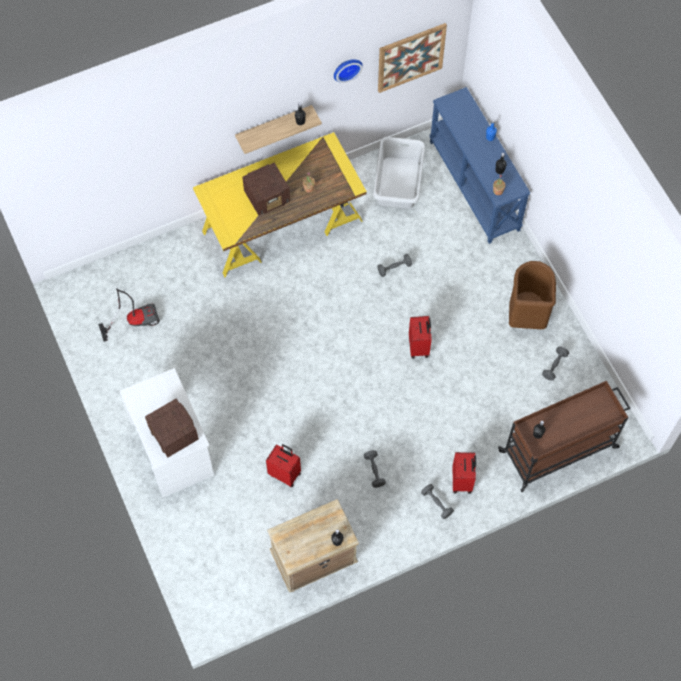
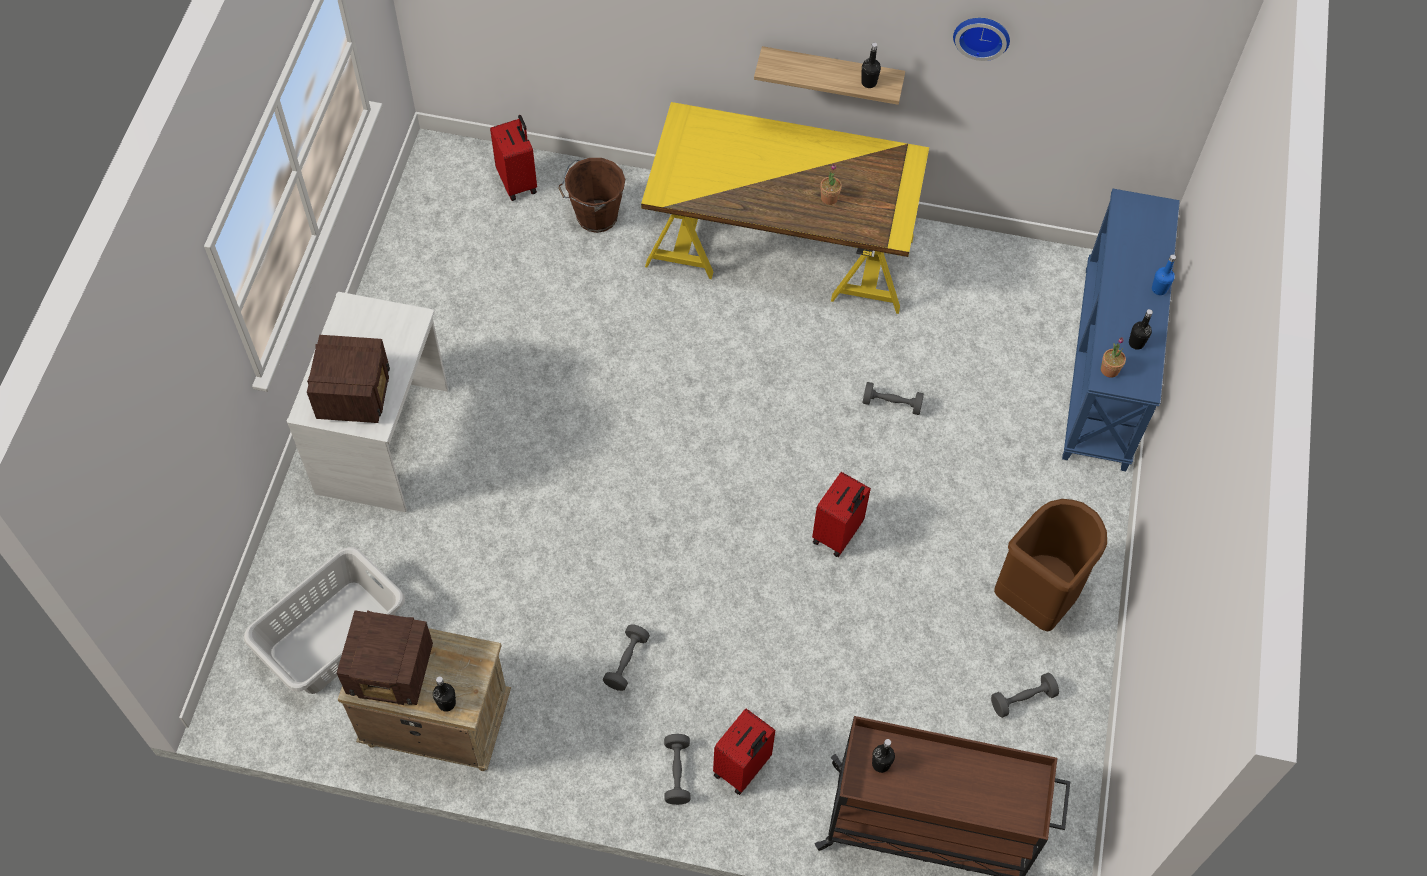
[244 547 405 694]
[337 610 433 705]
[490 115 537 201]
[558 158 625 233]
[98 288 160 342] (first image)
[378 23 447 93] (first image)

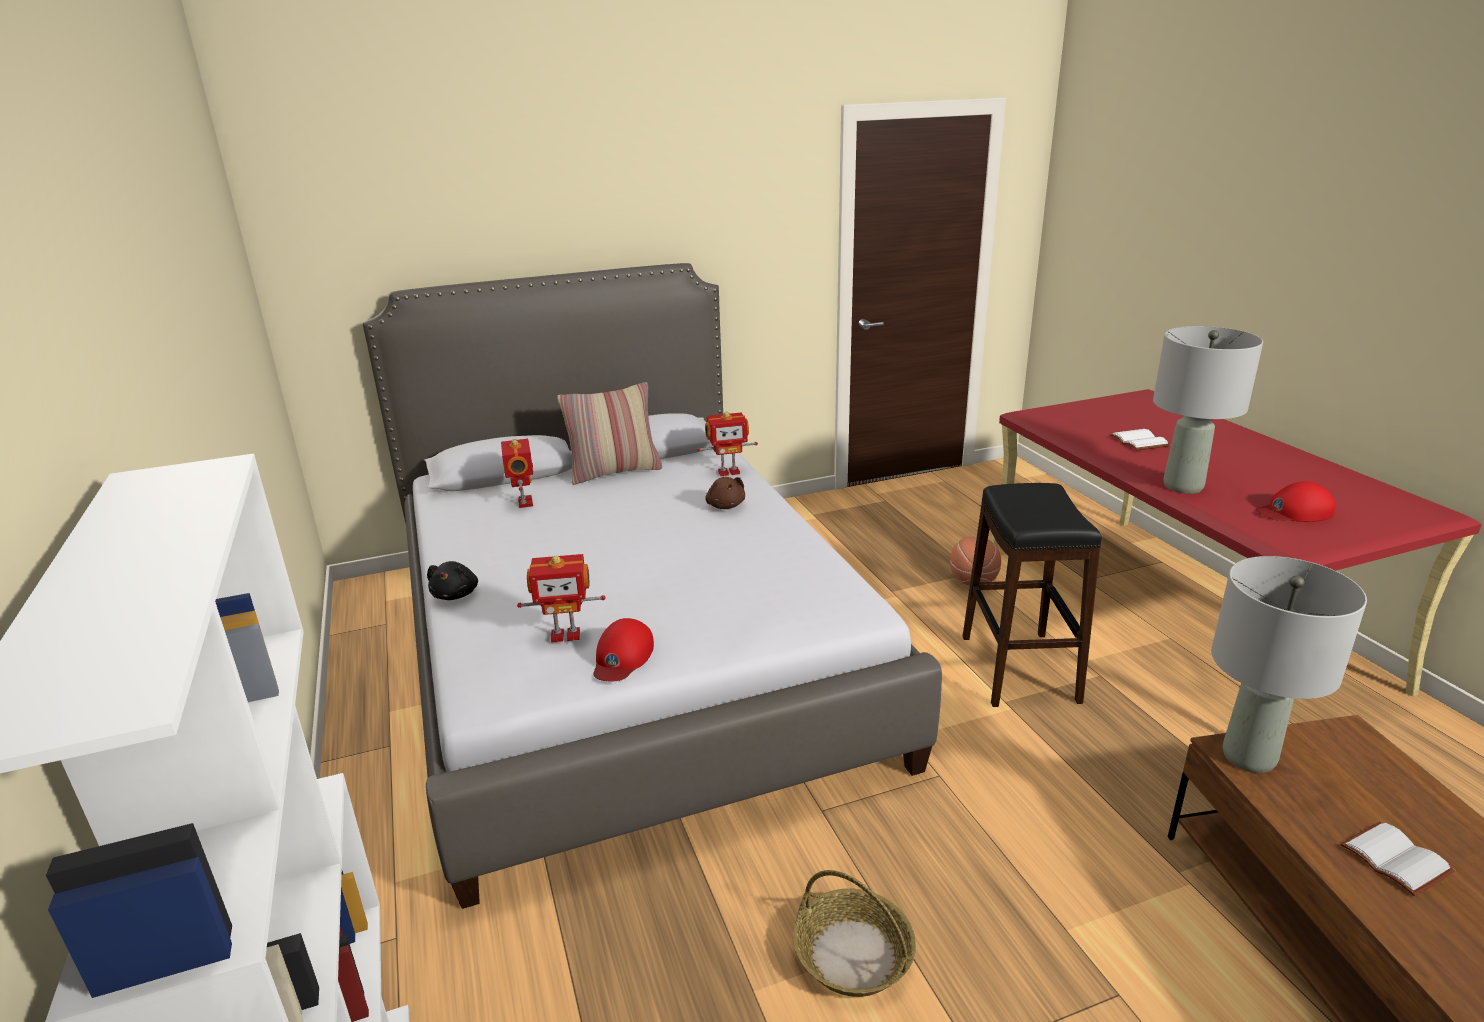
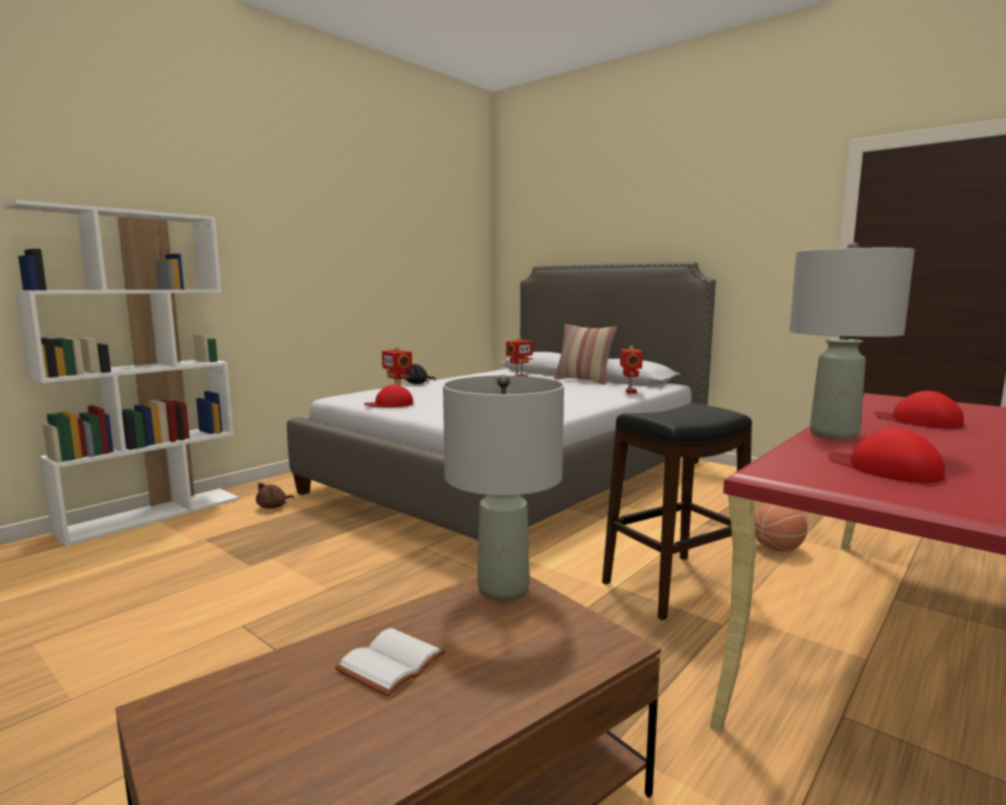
[256 483 294 509]
[620 346 643 393]
[874 391 964 428]
[793 870 916 997] (first image)

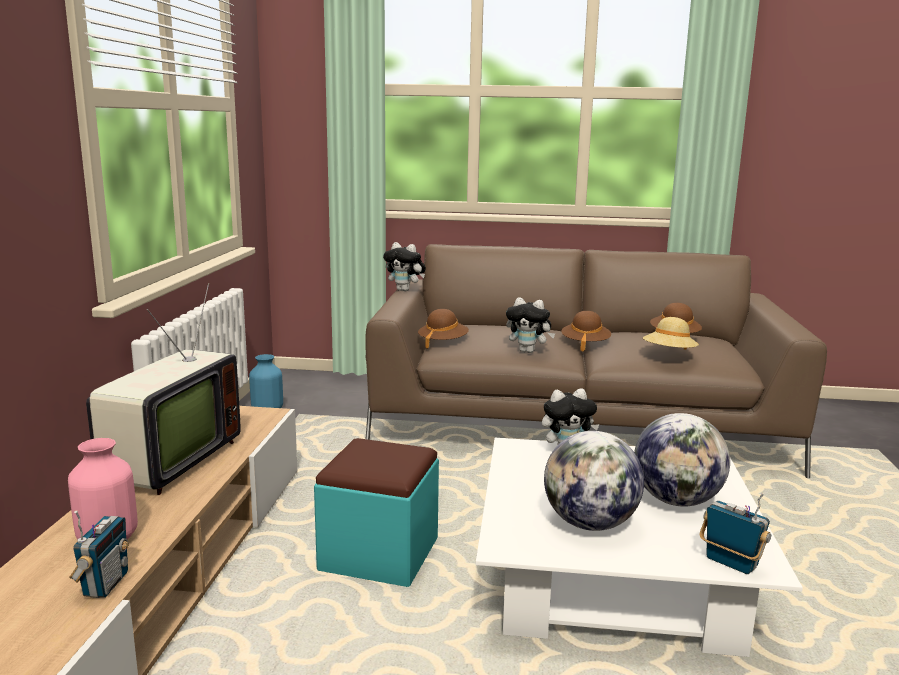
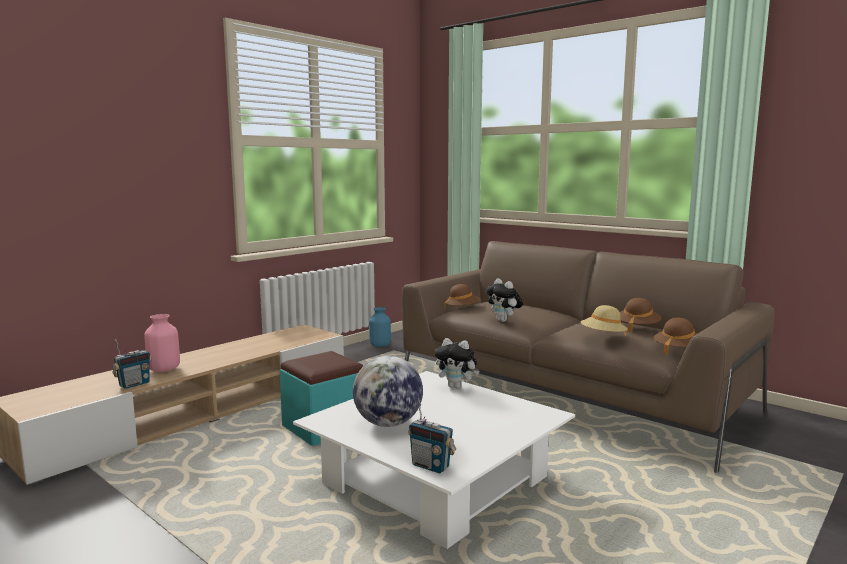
[408 398 456 473]
[653 318 697 355]
[86 283 241 495] (first image)
[383 242 426 291] (first image)
[634 413 730 507] (first image)

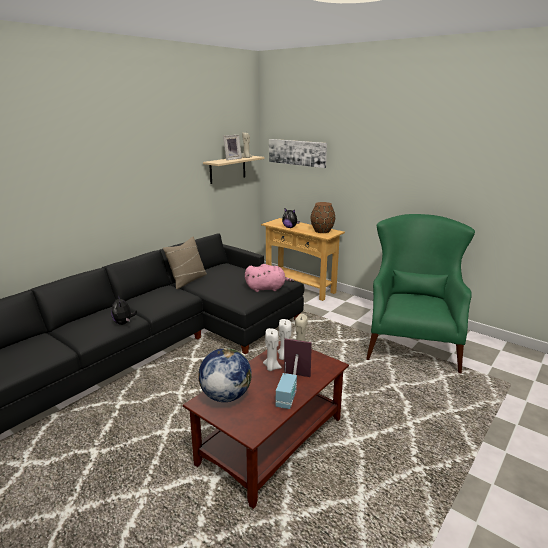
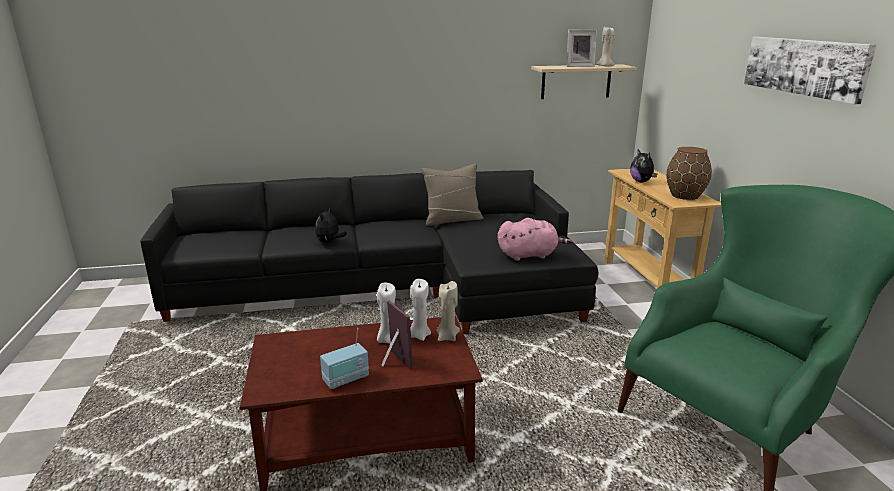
[498 218 572 261]
[744 37 876 104]
[198 348 252 402] (first image)

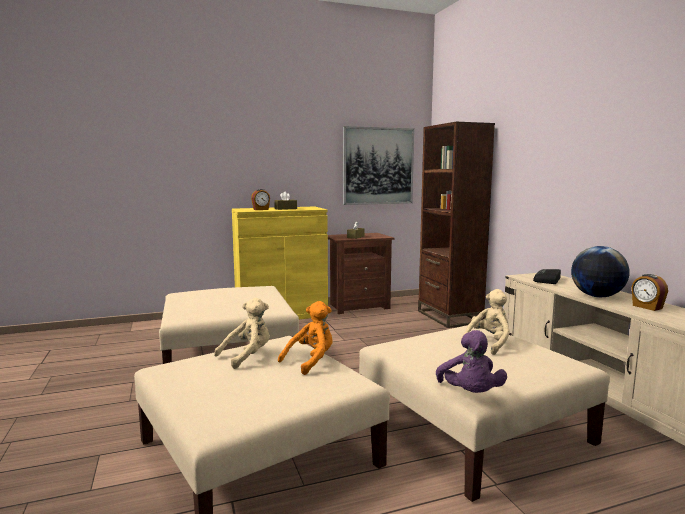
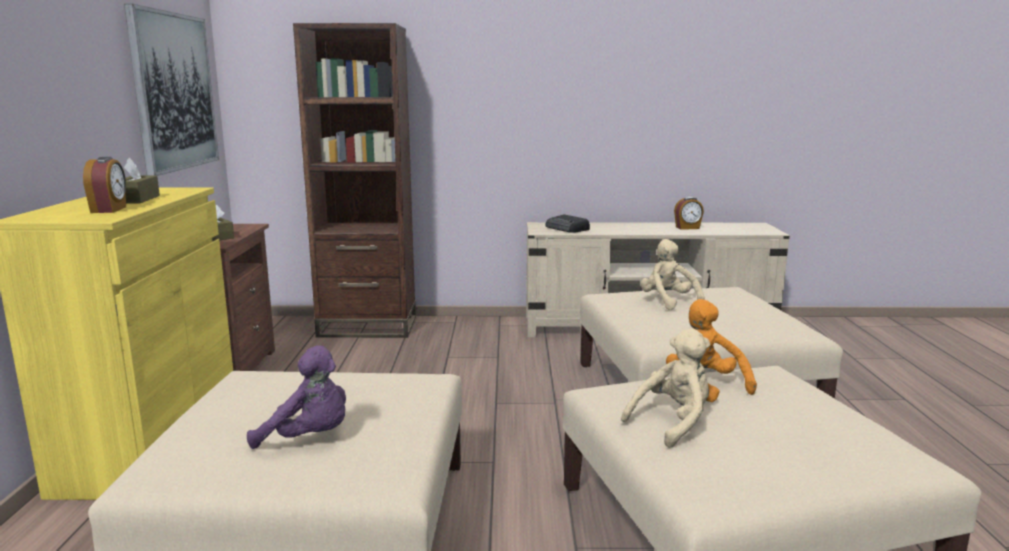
[247 345 346 449]
[621 328 710 448]
[571 246 630 297] (first image)

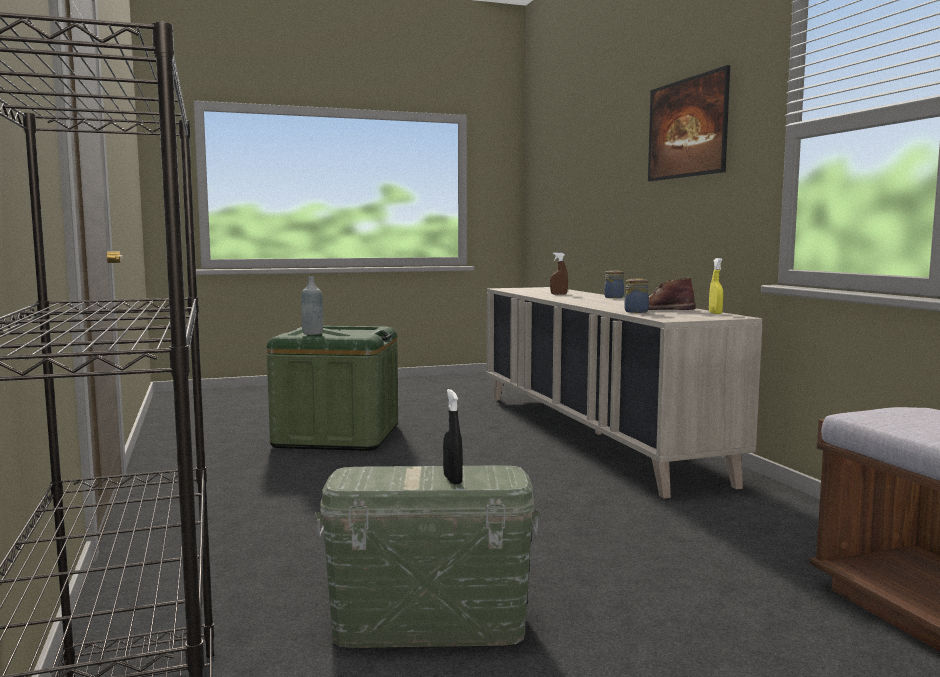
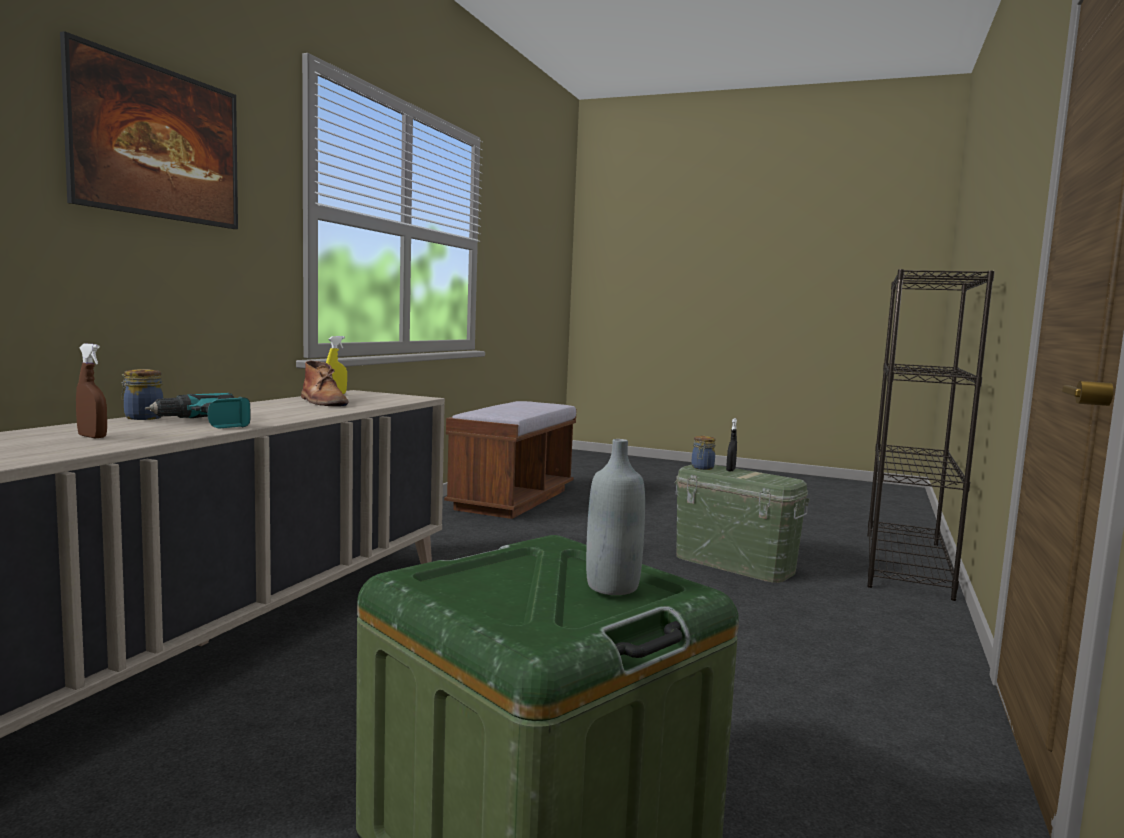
[145 393 250 429]
[691 436 716 470]

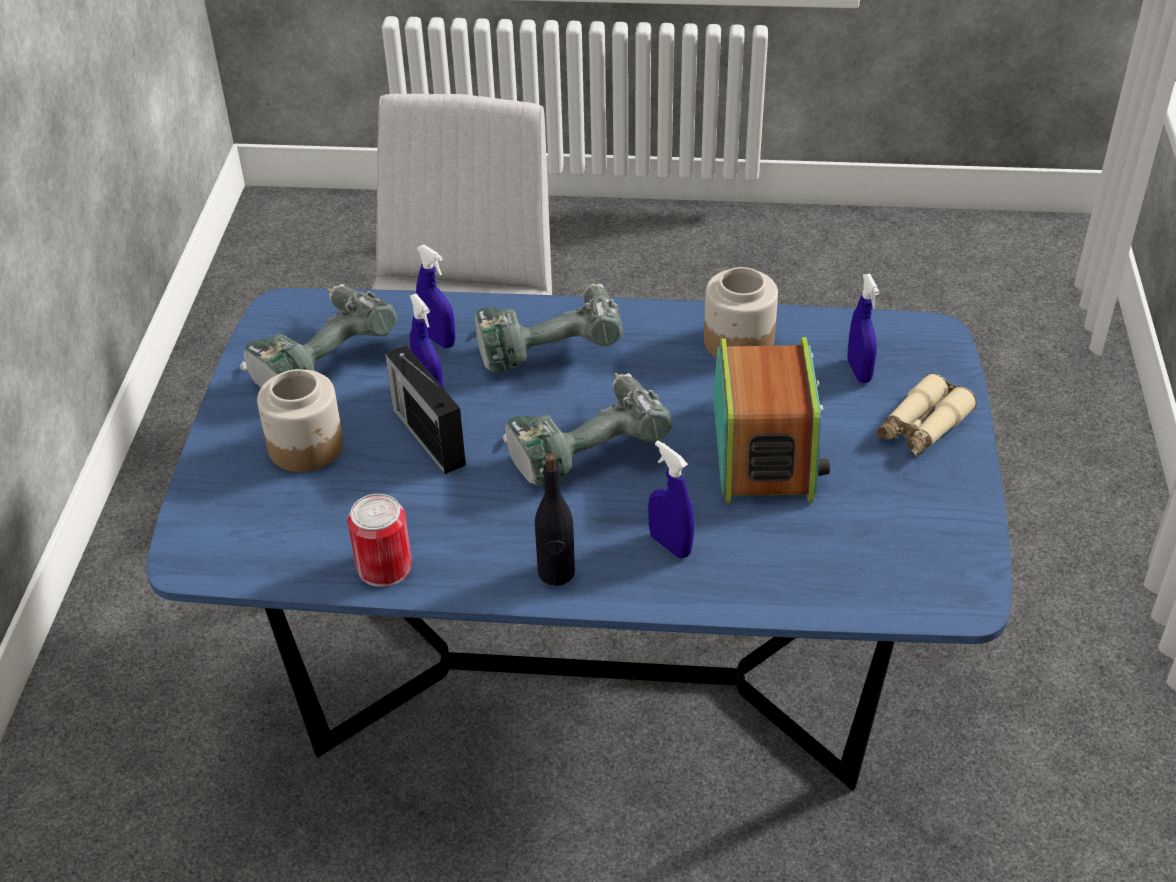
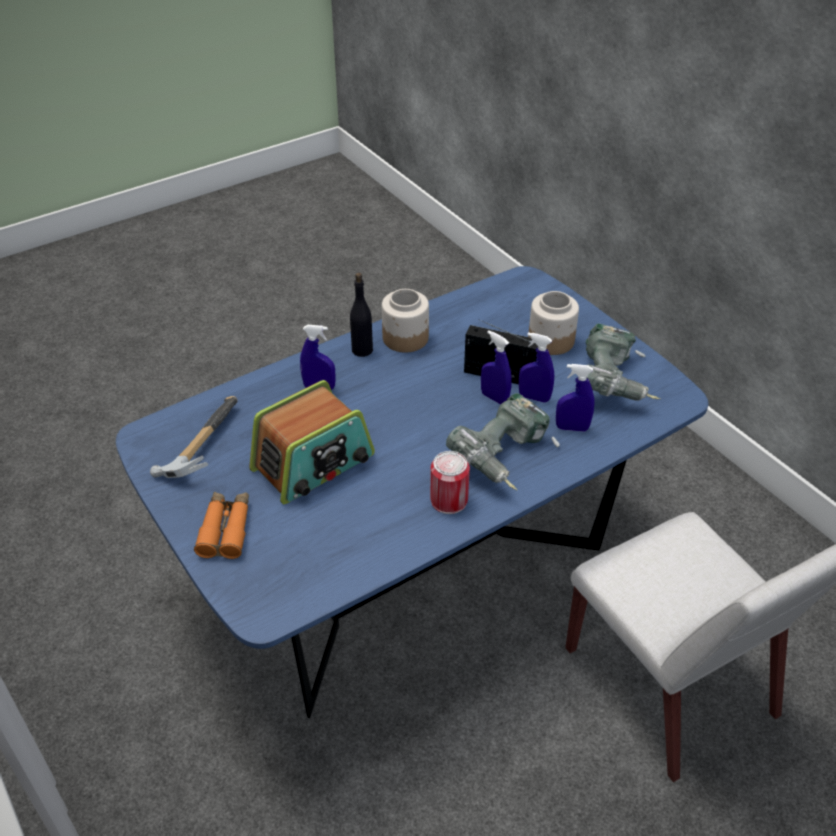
[150 396 237 478]
[194 492 249 559]
[249 380 375 504]
[382 289 429 352]
[430 451 470 514]
[481 330 512 404]
[503 372 672 486] (first image)

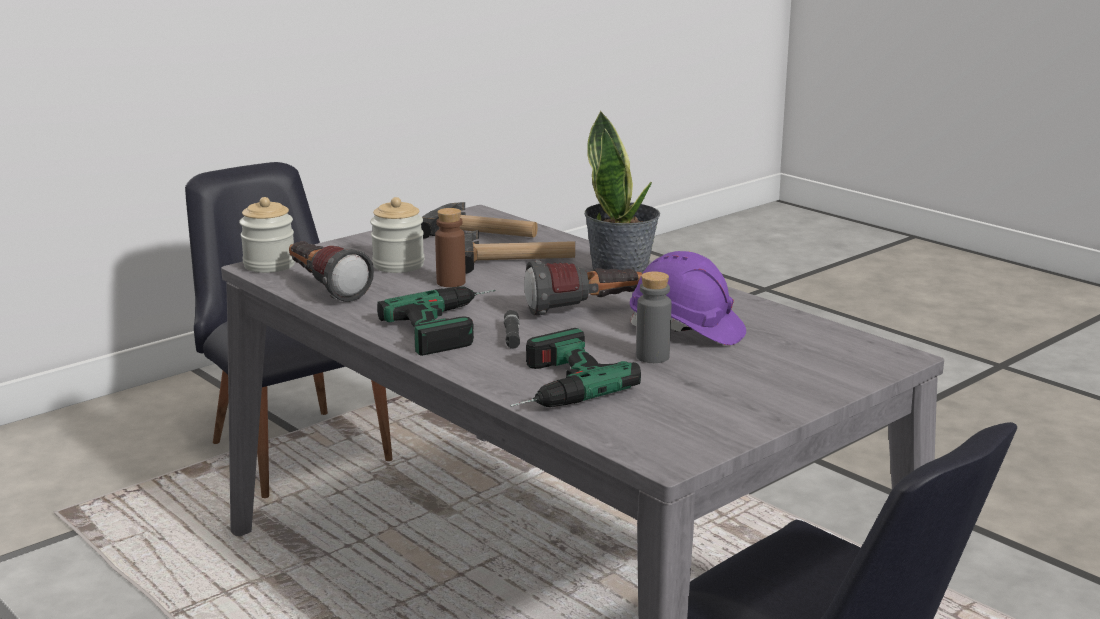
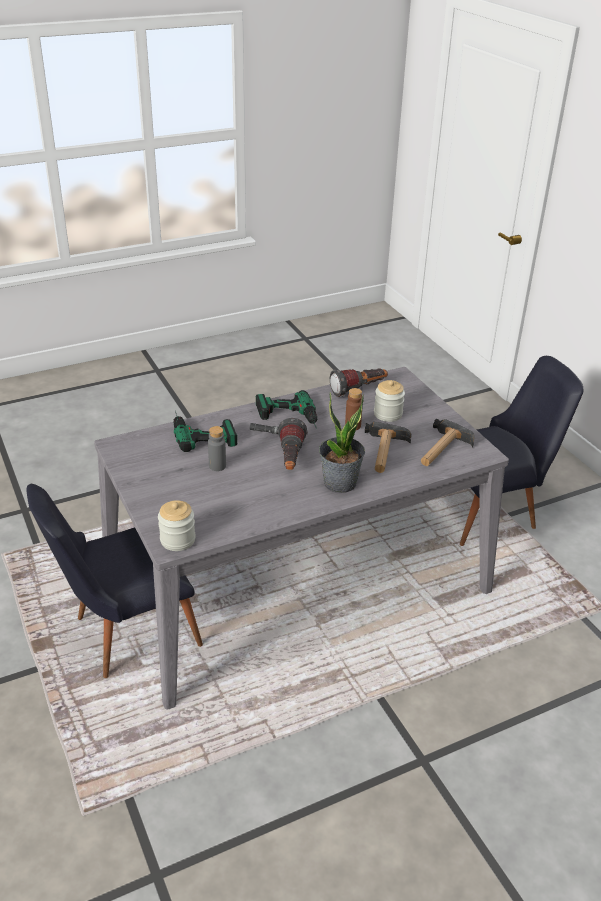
[158 500 196 551]
[630 251 746 345] (first image)

